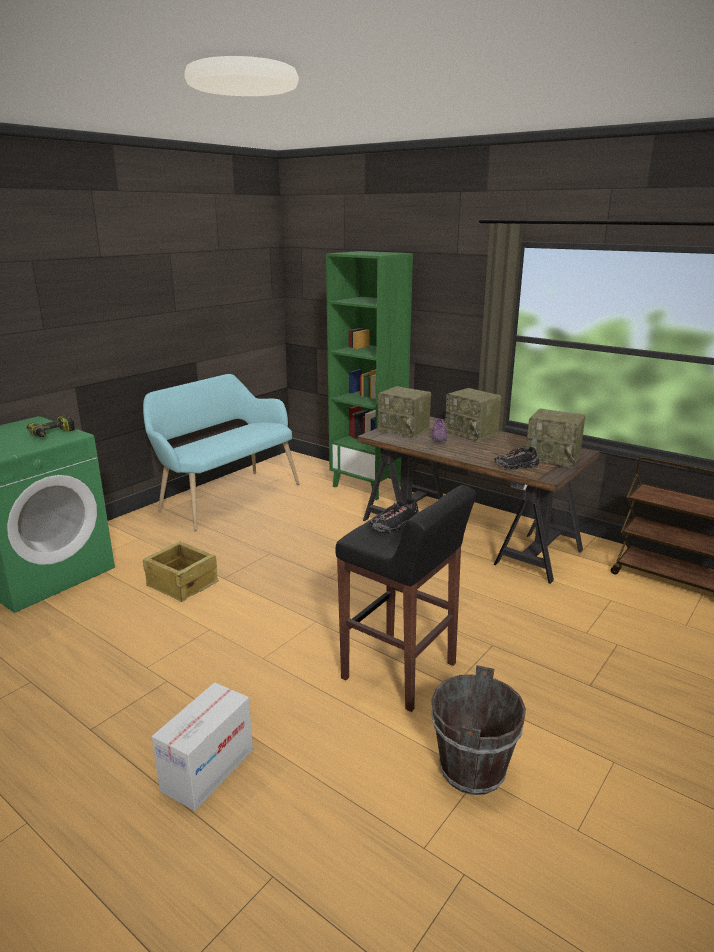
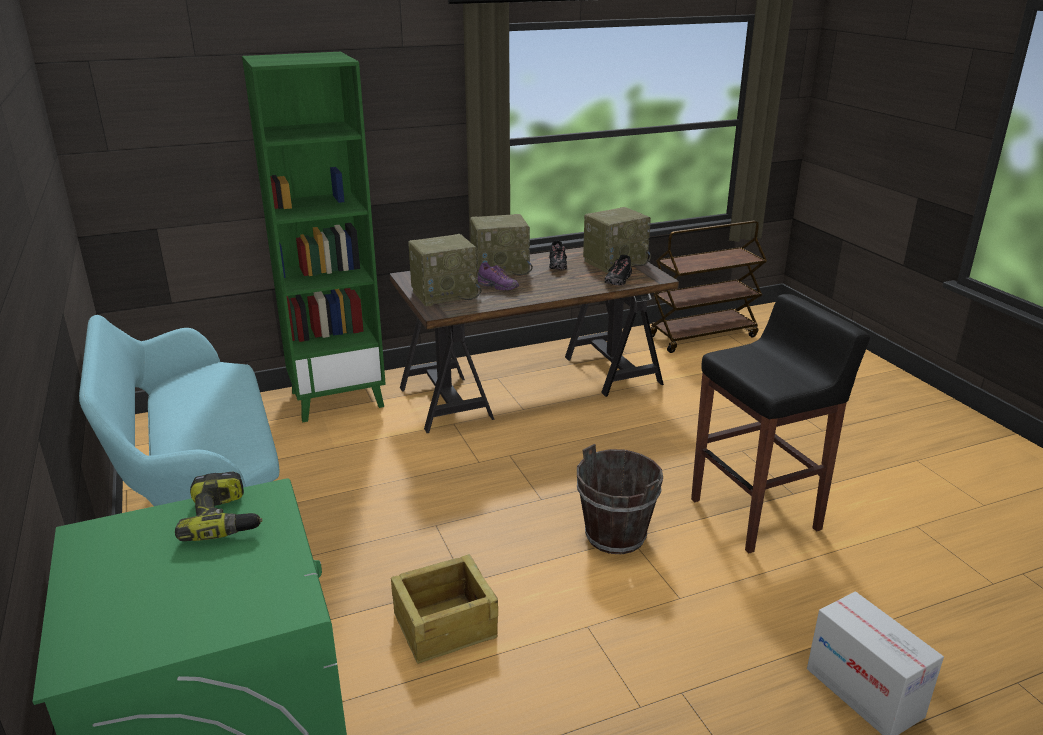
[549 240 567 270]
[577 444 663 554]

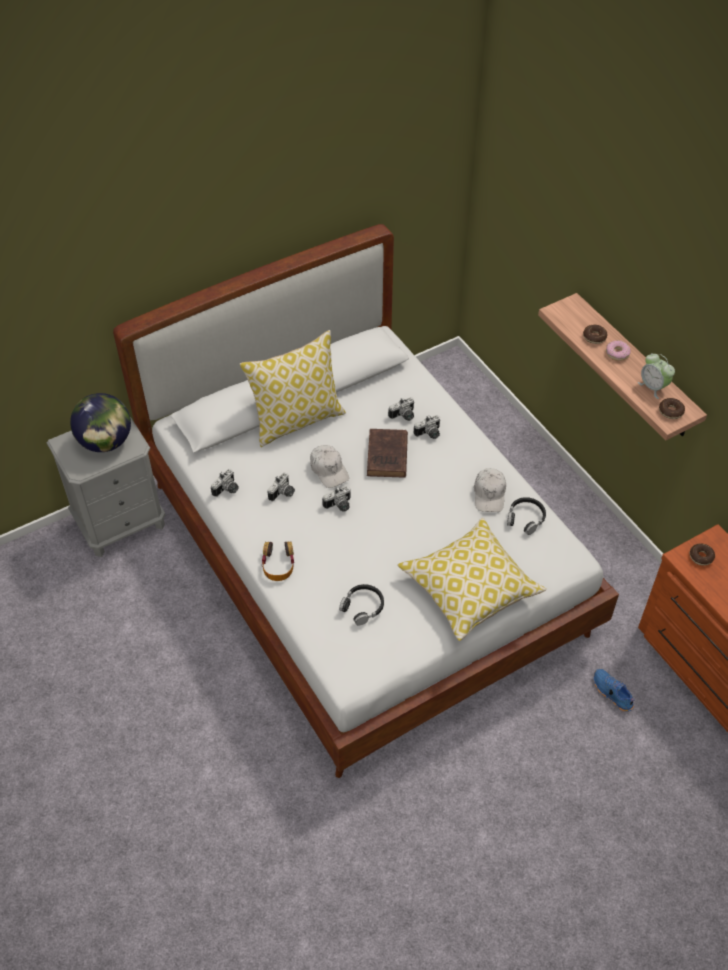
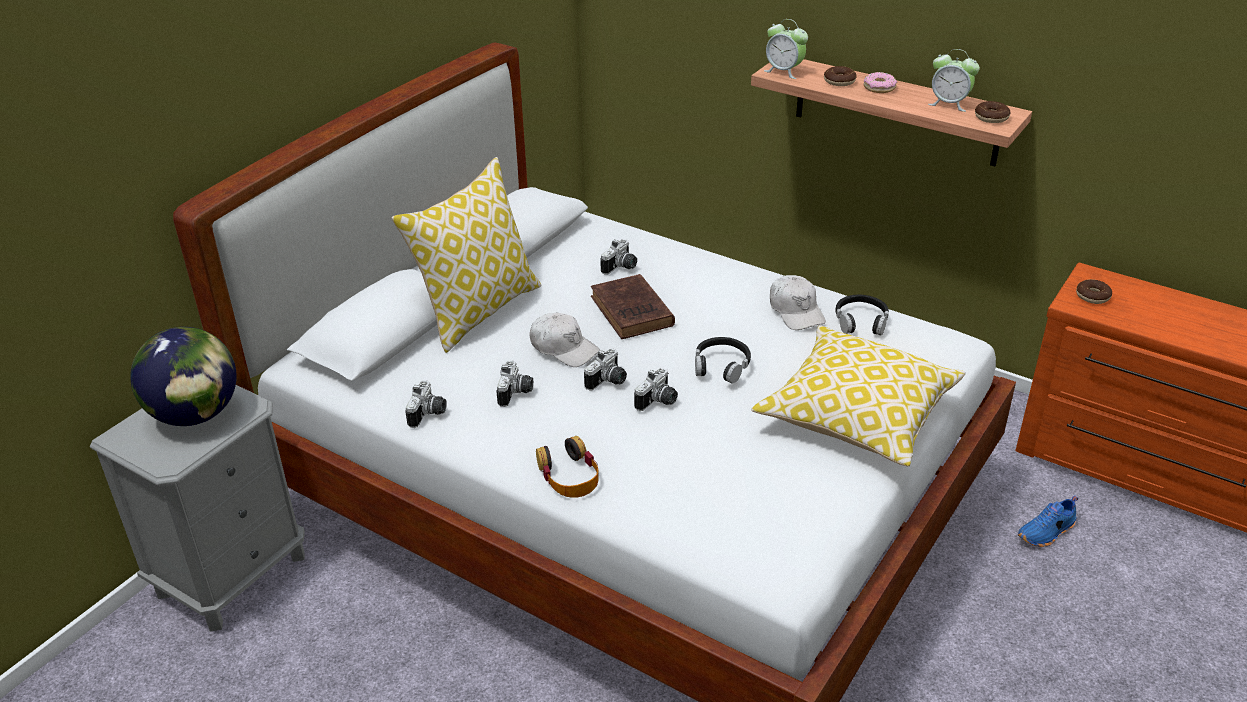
[634 368 678 411]
[695 337 751 384]
[764 19 808 79]
[1018 496 1078 547]

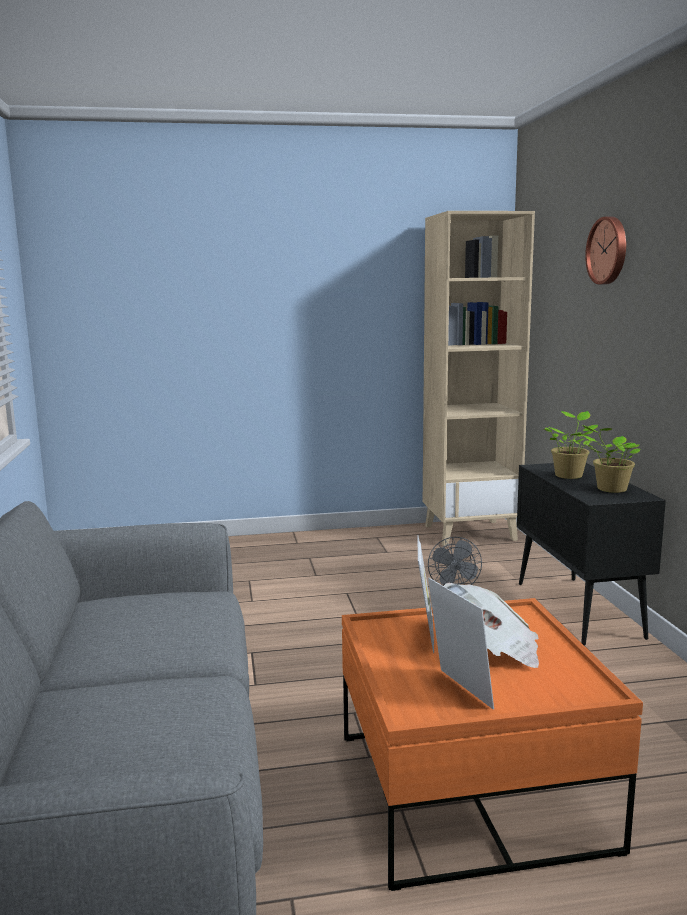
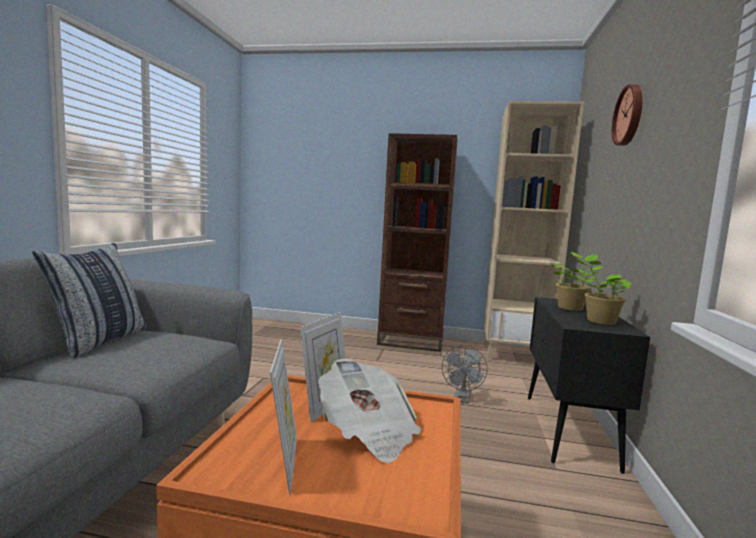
[32 243 146 358]
[377 133 457 352]

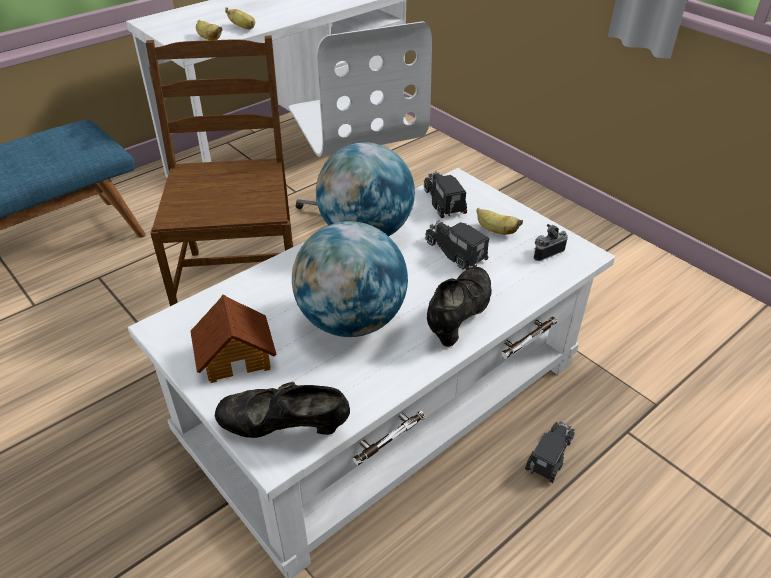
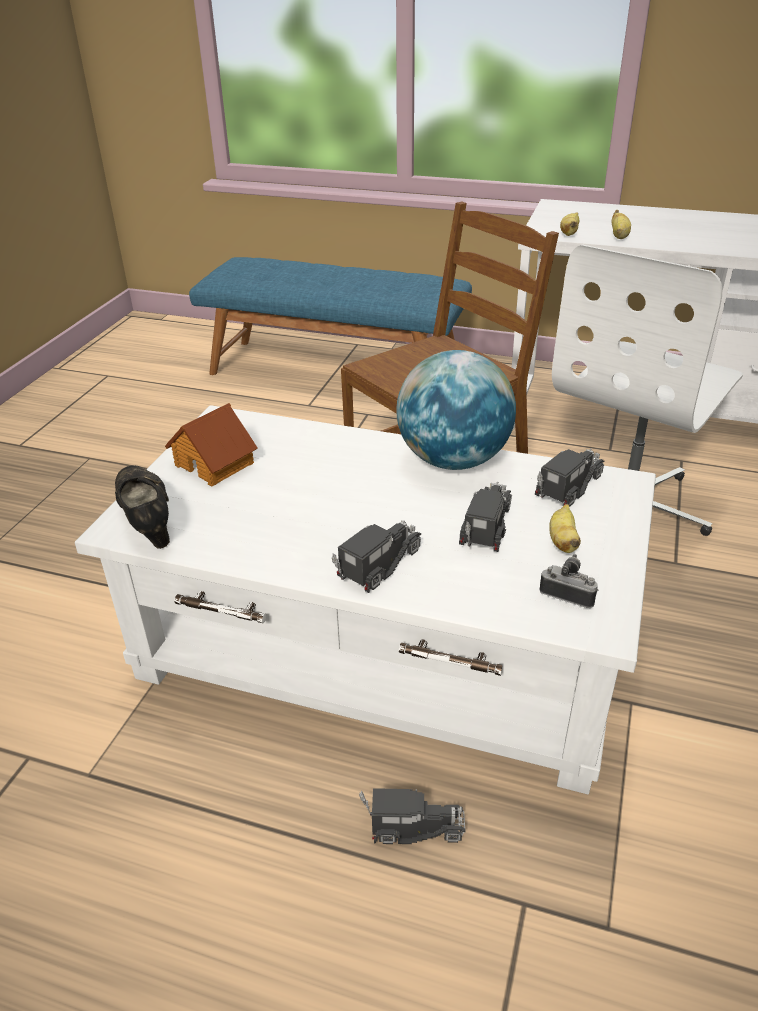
[332 520 421 593]
[292 221 408 337] (first image)

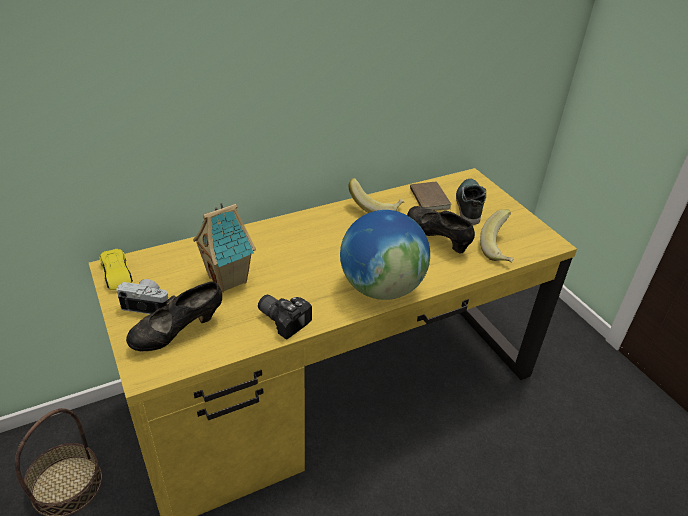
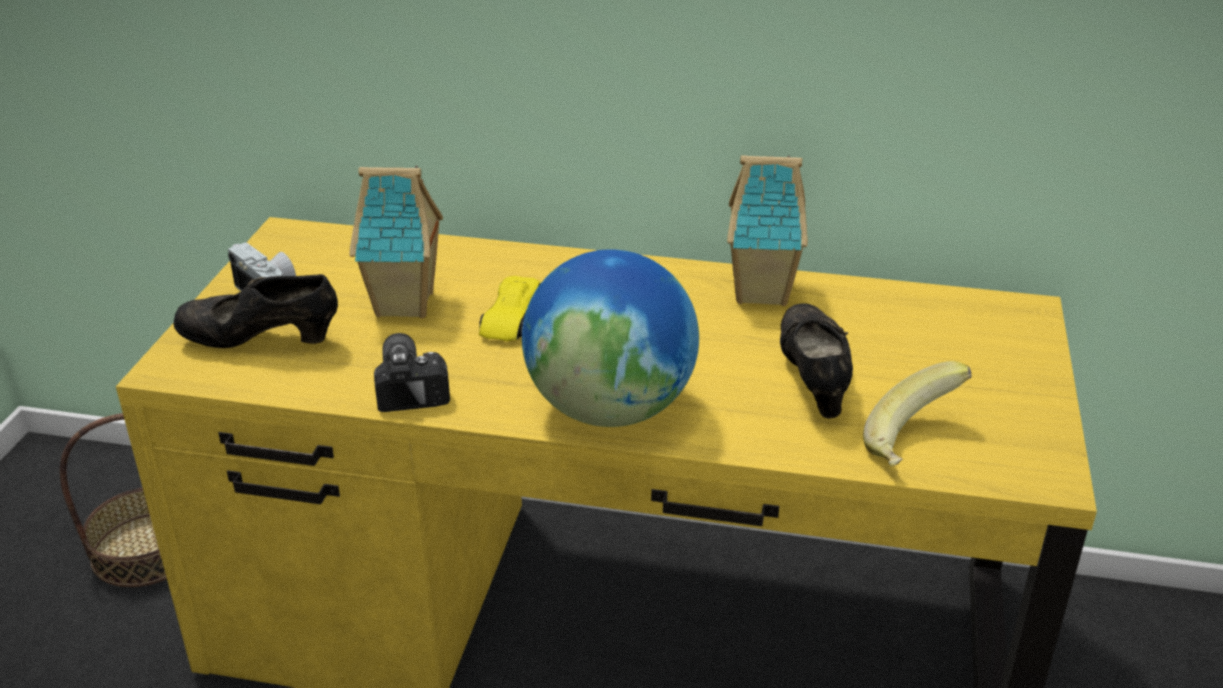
[479 276 541 341]
[727 155 808 306]
[410 182 451 211] (first image)
[456 179 486 225] (first image)

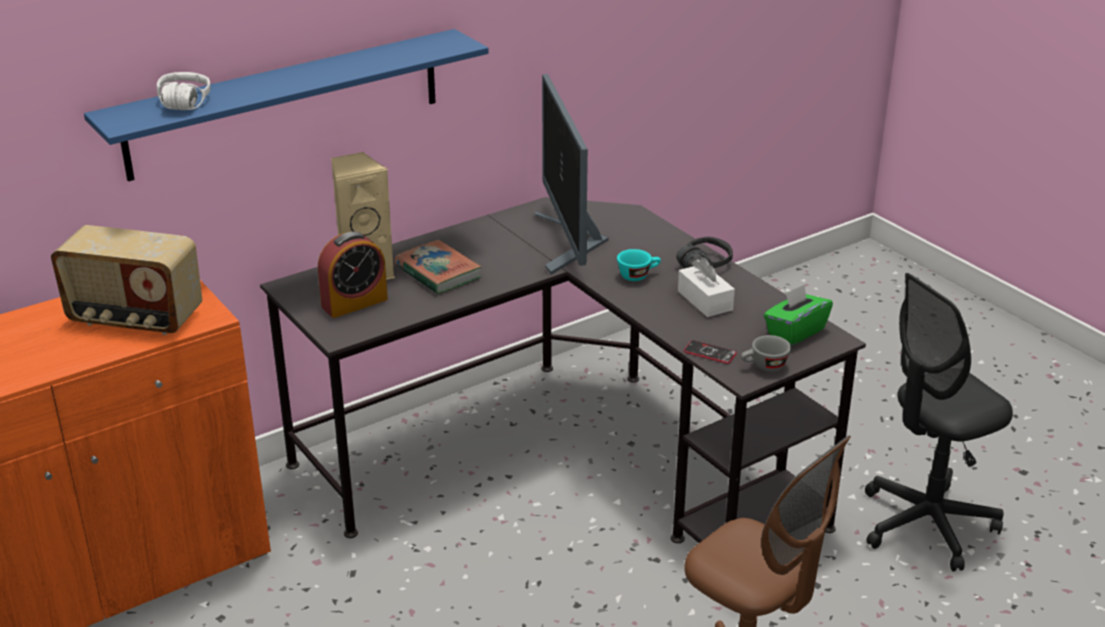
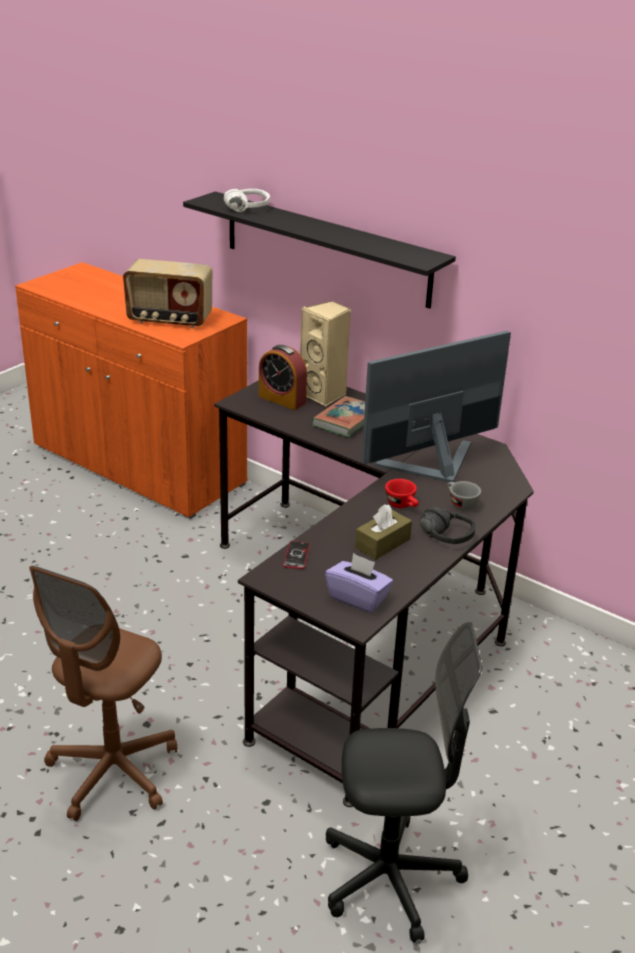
[123 259 212 328]
[183 192 456 309]
[325 553 393 613]
[326 622 482 943]
[355 504 412 560]
[385 479 419 508]
[447 481 481 511]

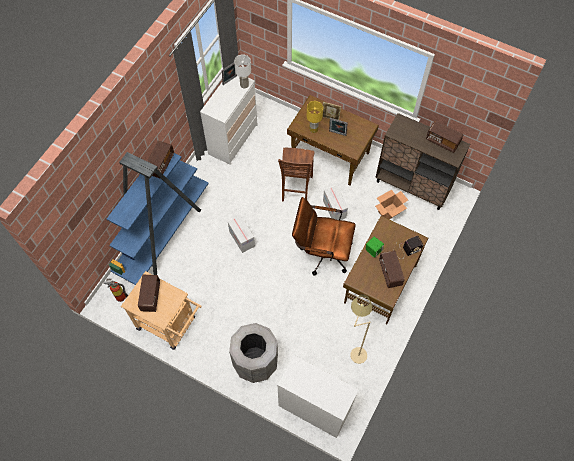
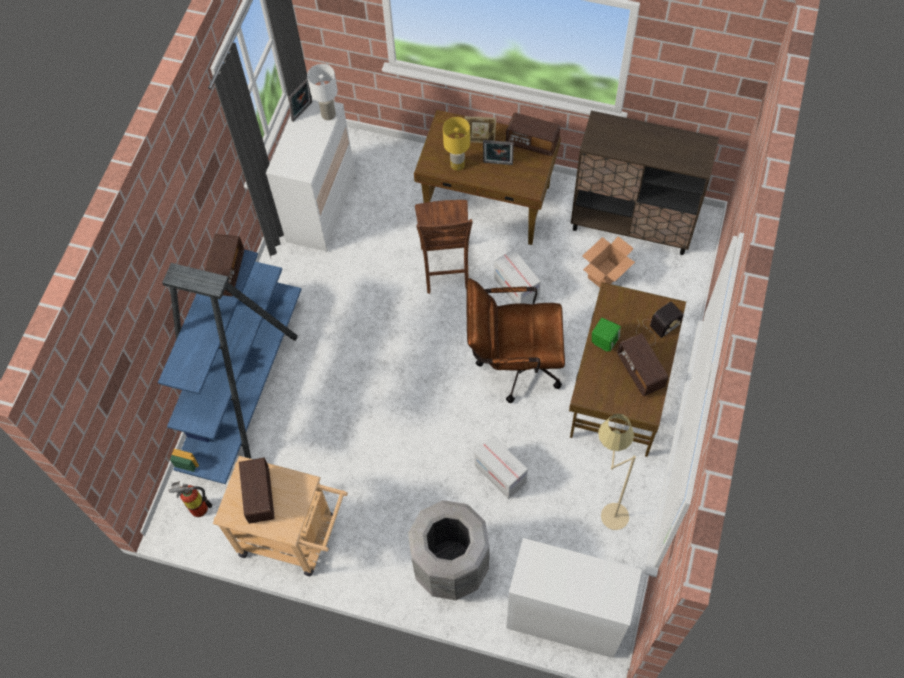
[474 436 528 499]
[506 113 560 156]

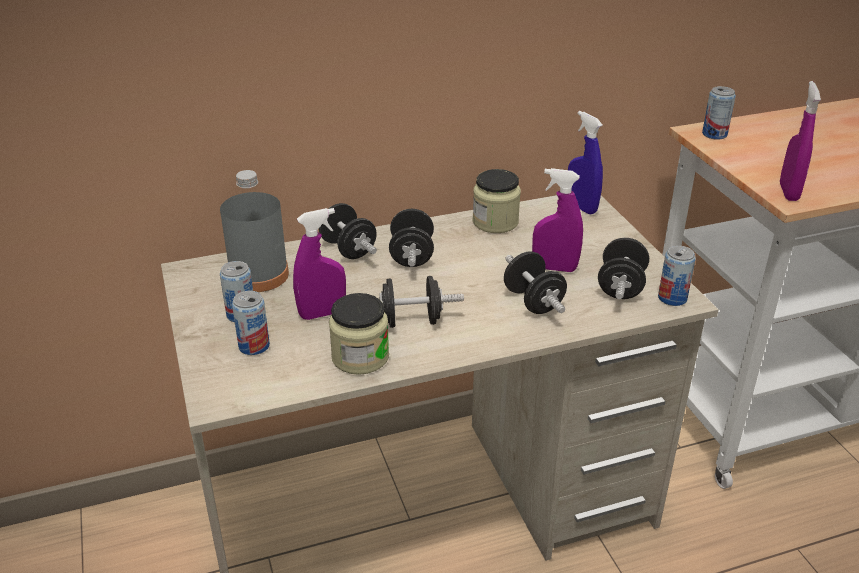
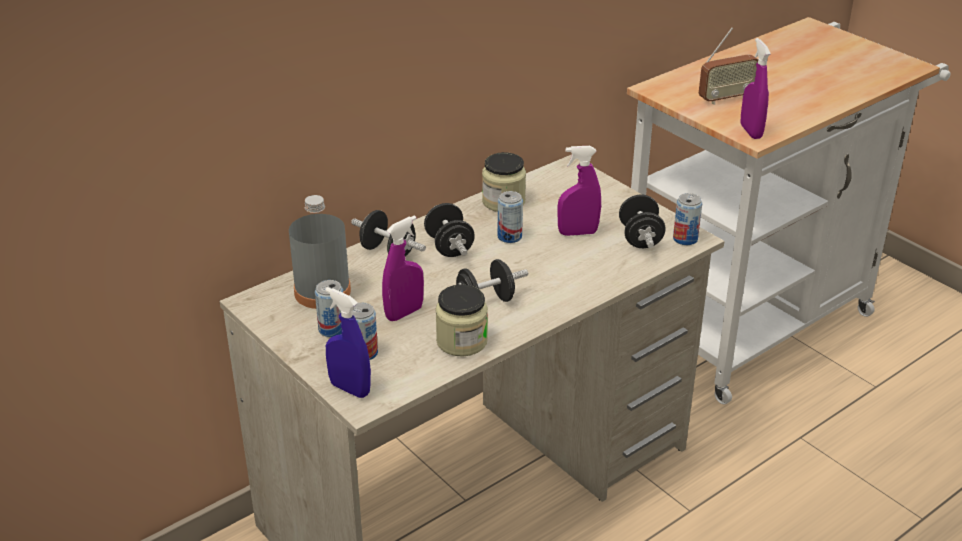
[325 287 371 398]
[498 191 523 243]
[699 27 758 105]
[504 251 567 314] (first image)

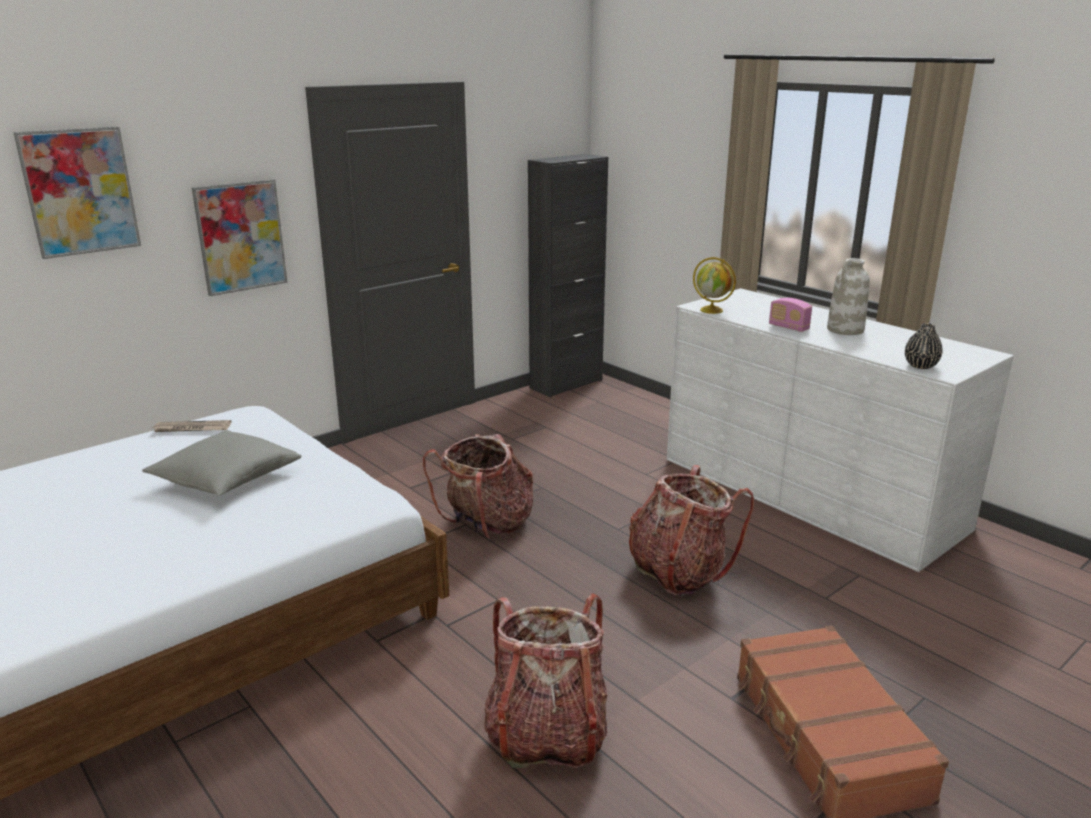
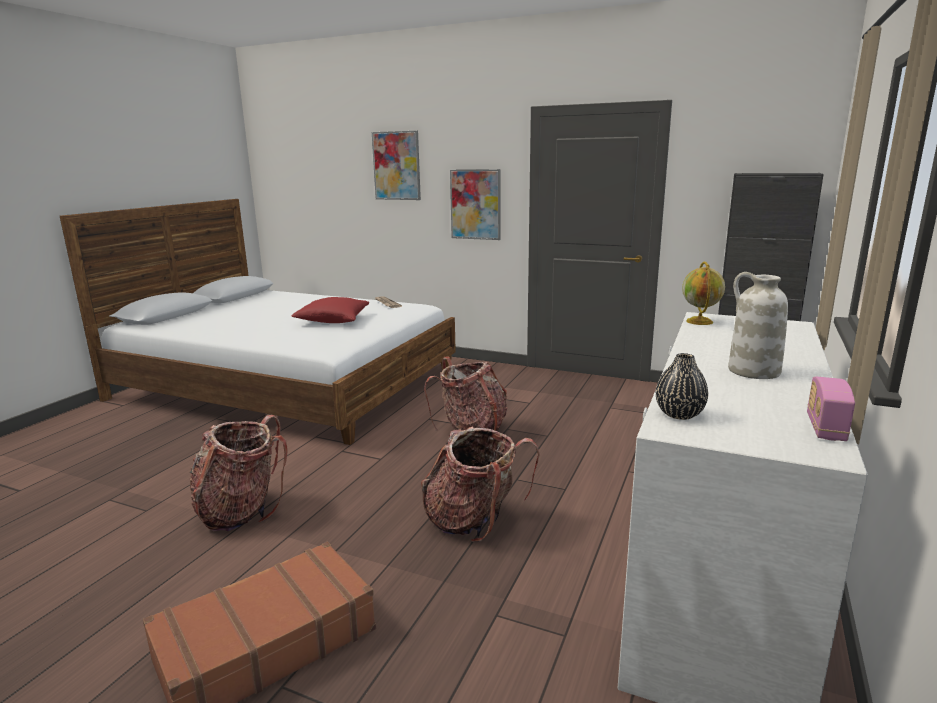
[291 297 369 323]
[807 377 855 441]

